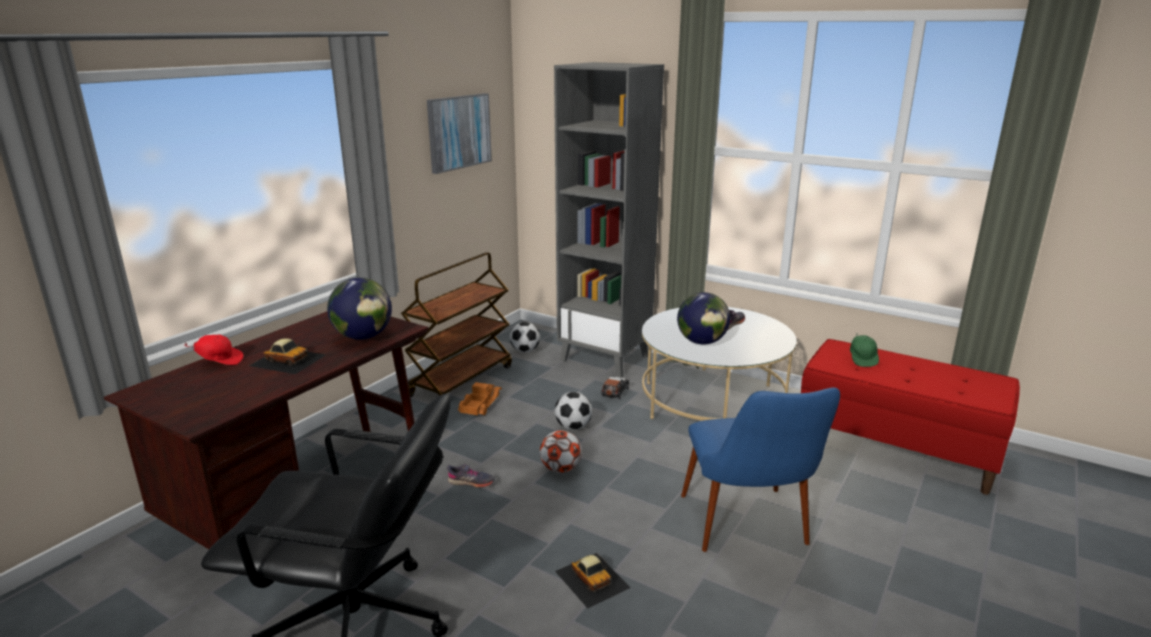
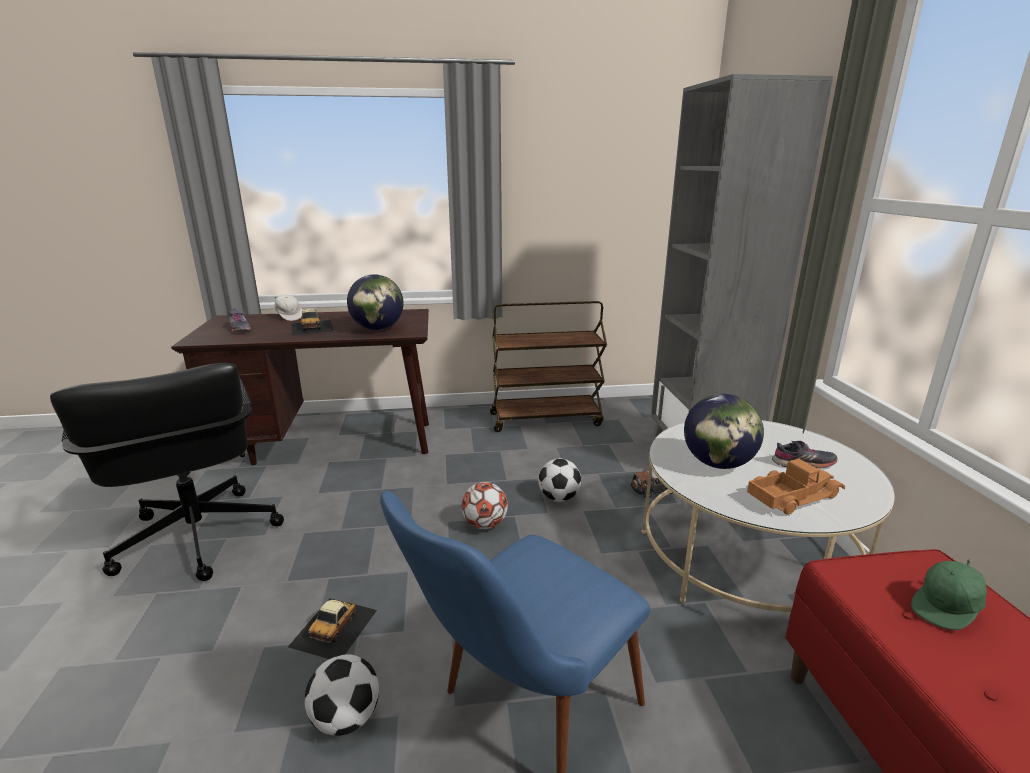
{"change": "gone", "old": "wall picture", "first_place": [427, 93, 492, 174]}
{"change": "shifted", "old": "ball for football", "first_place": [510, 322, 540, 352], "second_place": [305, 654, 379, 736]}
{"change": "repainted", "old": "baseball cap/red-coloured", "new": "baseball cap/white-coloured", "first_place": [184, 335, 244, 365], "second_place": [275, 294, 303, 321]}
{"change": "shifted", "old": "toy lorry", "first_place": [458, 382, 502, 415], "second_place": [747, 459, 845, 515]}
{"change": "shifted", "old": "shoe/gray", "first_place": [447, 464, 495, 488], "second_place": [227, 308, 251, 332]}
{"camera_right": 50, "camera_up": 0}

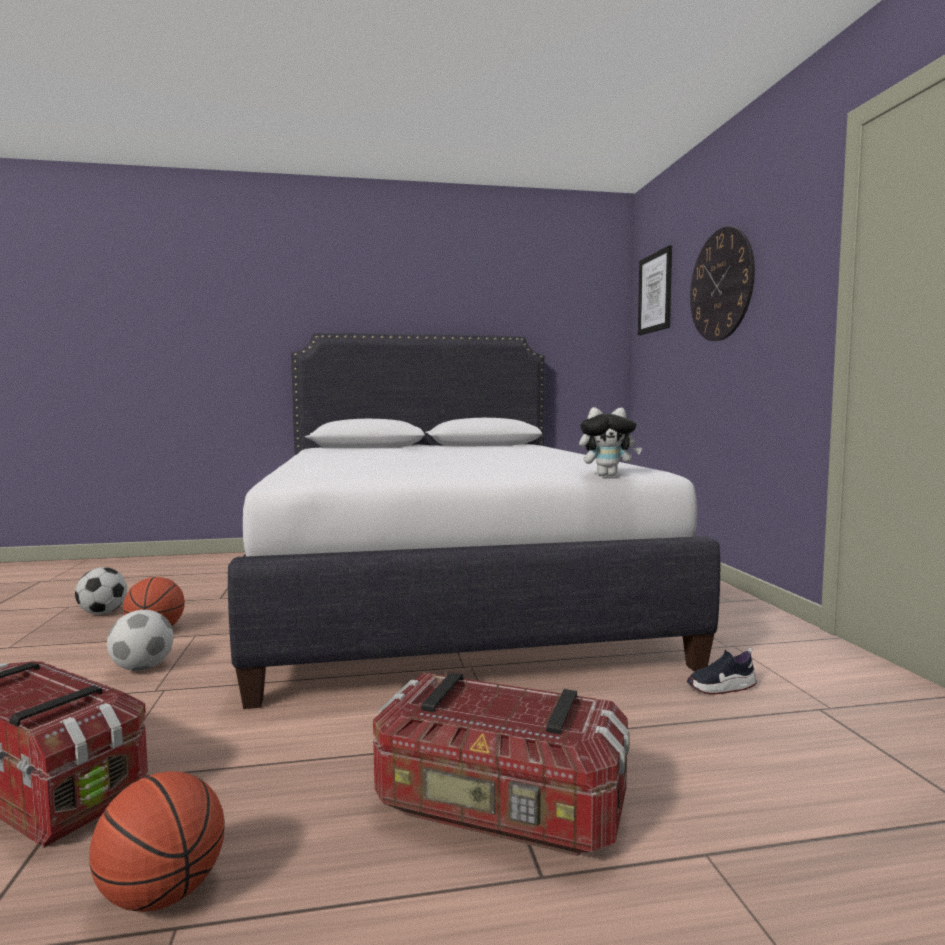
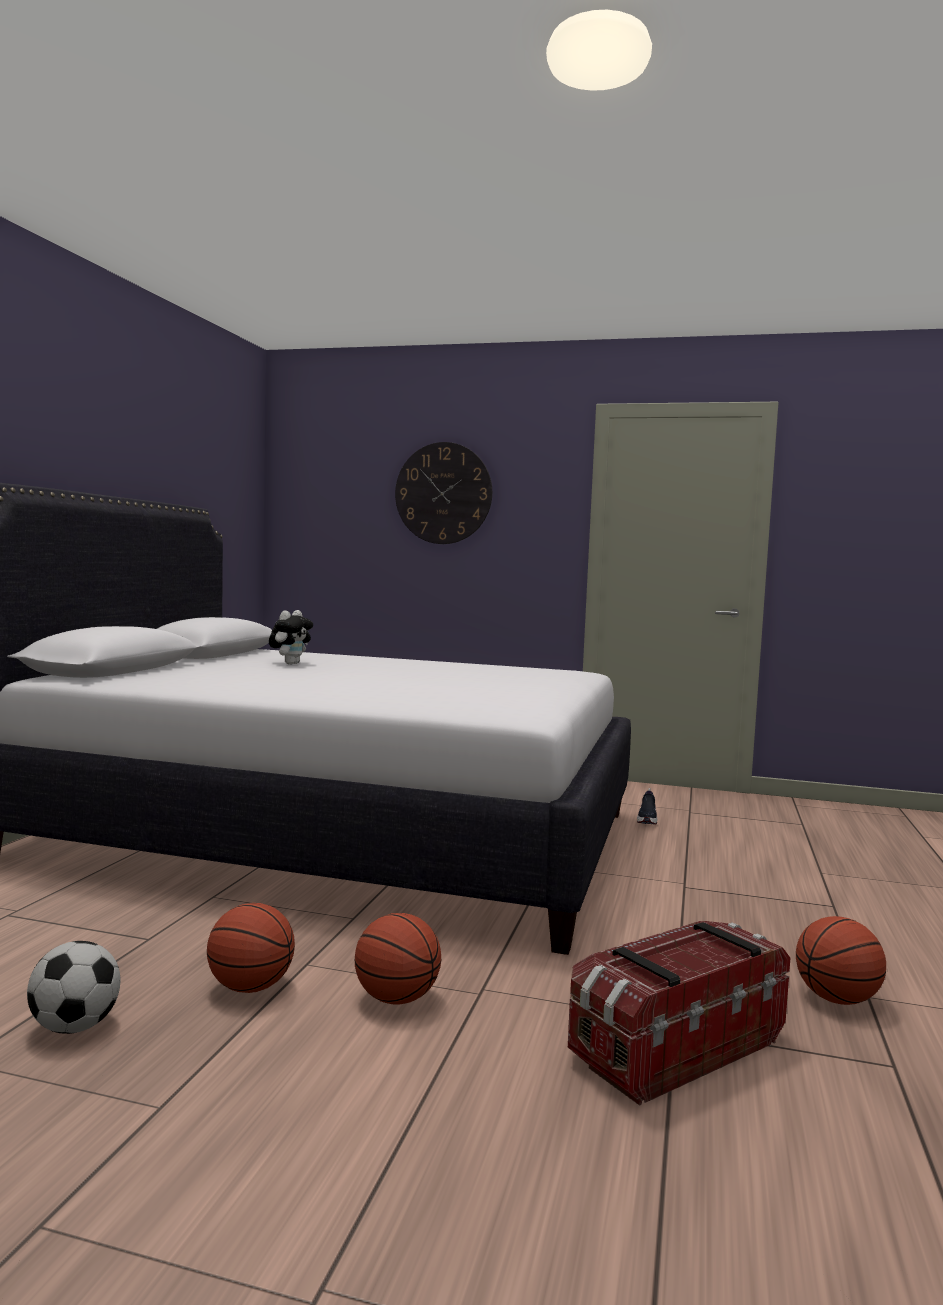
{"change": "gone", "old": "wall picture", "first_place": [638, 245, 672, 335]}
{"change": "shifted", "old": "soft toy", "first_place": [579, 407, 642, 476], "second_place": [269, 610, 313, 665]}
{"change": "swapped", "old": "ball for football", "new": "basketball", "first_place": [107, 610, 174, 671], "second_place": [355, 913, 441, 1005]}
{"change": "gone", "old": "storage container", "first_place": [373, 672, 630, 856]}
{"camera_right": -65, "camera_up": 0}

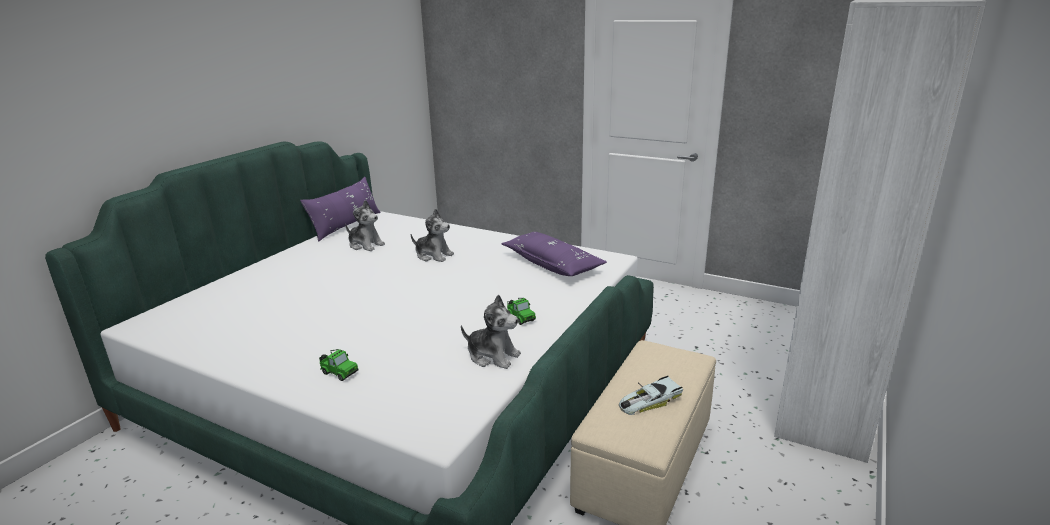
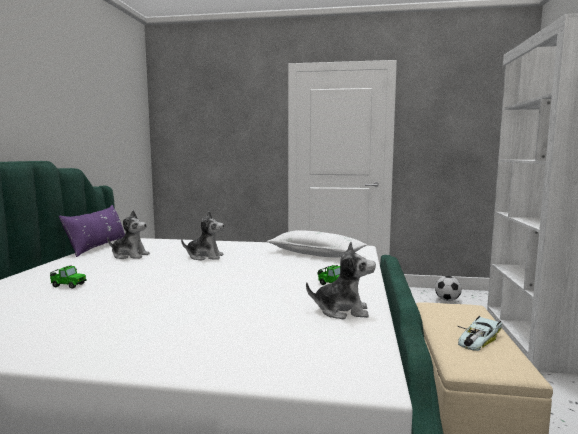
{"change": "repainted", "old": "cushion/purple-coloured", "new": "cushion/white-coloured", "first_place": [501, 232, 607, 276], "second_place": [267, 230, 367, 258]}
{"change": "shifted", "old": "model car", "first_place": [319, 349, 358, 381], "second_place": [50, 265, 86, 289]}
{"change": "new", "new": "ball for football", "second_place": [435, 276, 462, 301]}
{"camera_right": -20, "camera_up": -15}

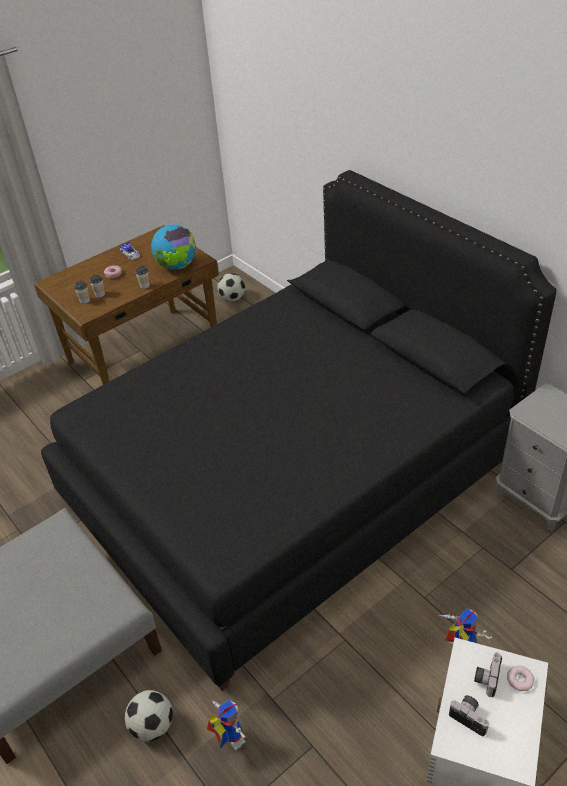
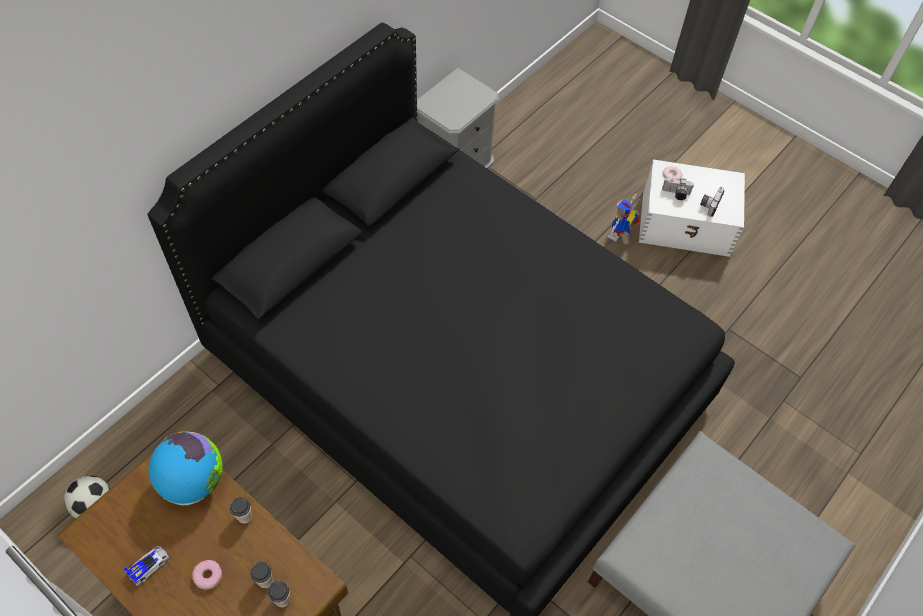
{"change": "gone", "old": "ball for football", "first_place": [125, 690, 173, 742]}
{"change": "gone", "old": "model robot", "first_place": [207, 700, 246, 751]}
{"camera_right": -105, "camera_up": 15}

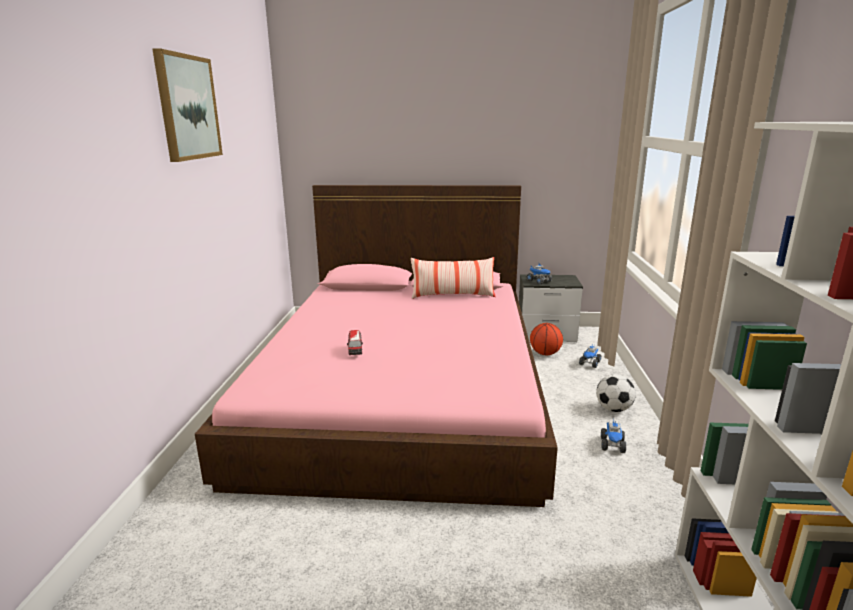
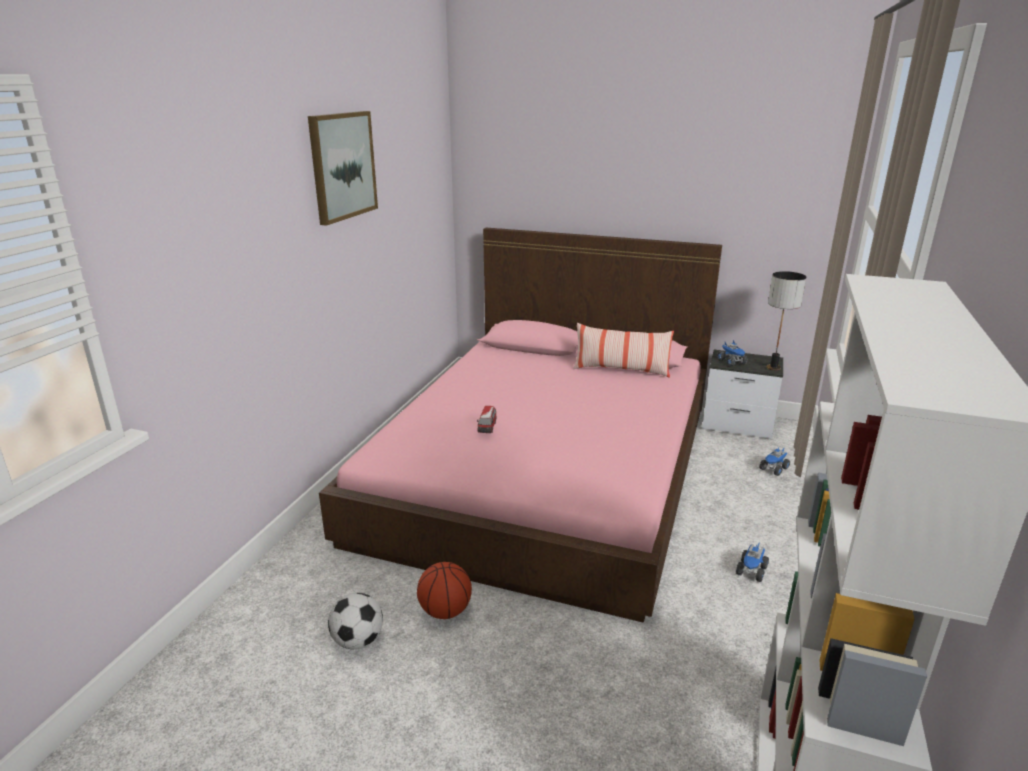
{"change": "shifted", "old": "basketball", "first_place": [530, 323, 563, 355], "second_place": [417, 562, 472, 619]}
{"change": "shifted", "old": "ball for football", "first_place": [596, 374, 636, 412], "second_place": [328, 593, 383, 649]}
{"change": "new", "new": "table lamp", "second_place": [766, 271, 807, 371]}
{"camera_right": 15, "camera_up": 5}

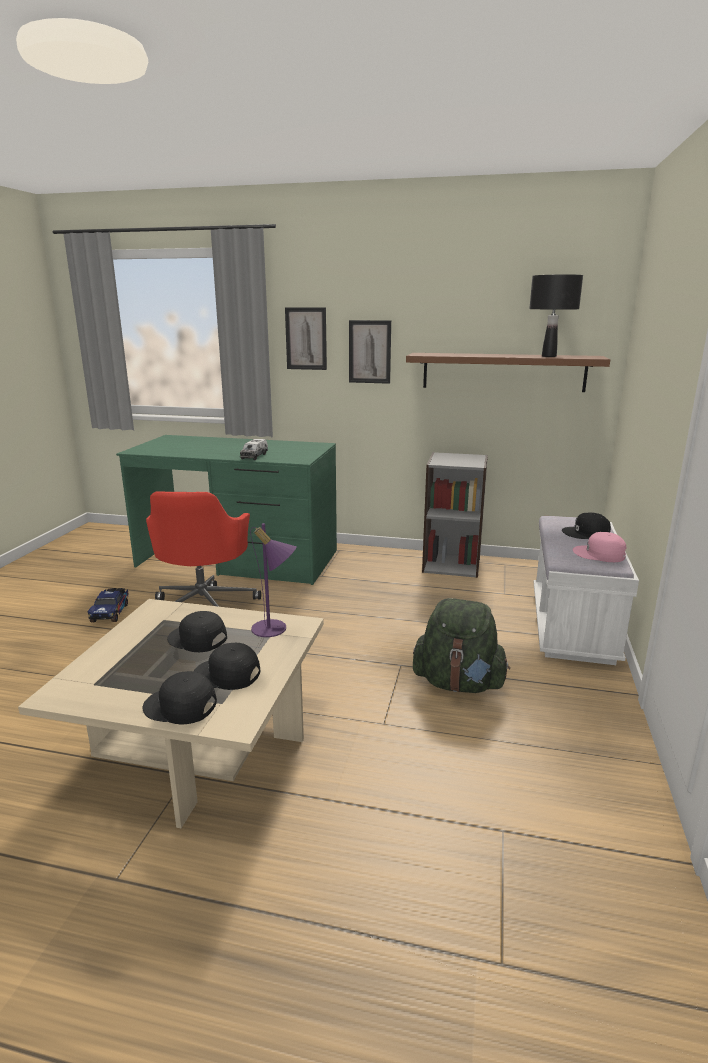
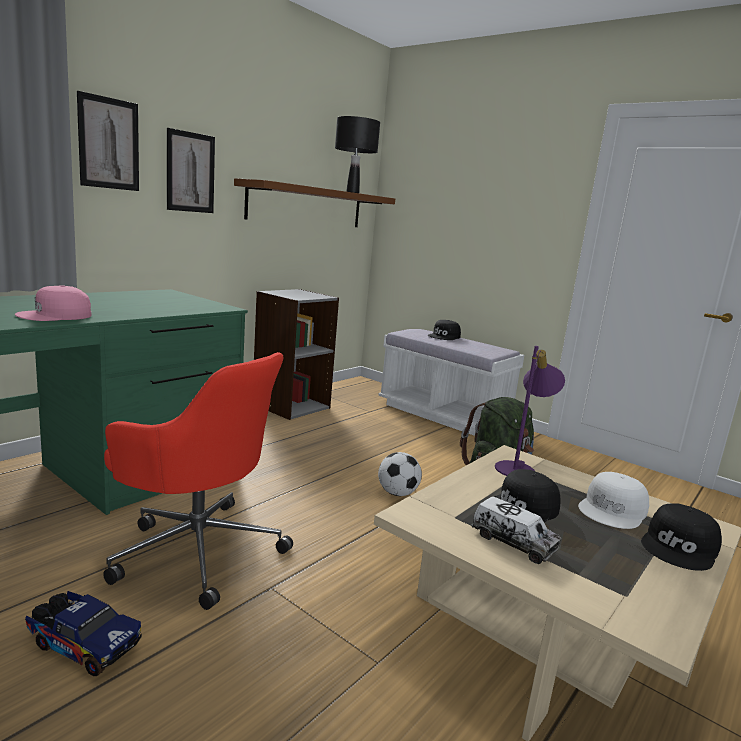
{"change": "shifted", "old": "toy lorry", "first_place": [240, 439, 268, 460], "second_place": [472, 496, 561, 564]}
{"change": "shifted", "old": "baseball cap/pinkish", "first_place": [573, 532, 626, 562], "second_place": [15, 285, 92, 321]}
{"change": "repainted", "old": "baseball cap/black", "new": "baseball cap/white-coloured", "first_place": [194, 643, 260, 690], "second_place": [578, 472, 649, 529]}
{"change": "new", "new": "ball for football", "second_place": [378, 452, 422, 496]}
{"camera_right": -65, "camera_up": -5}

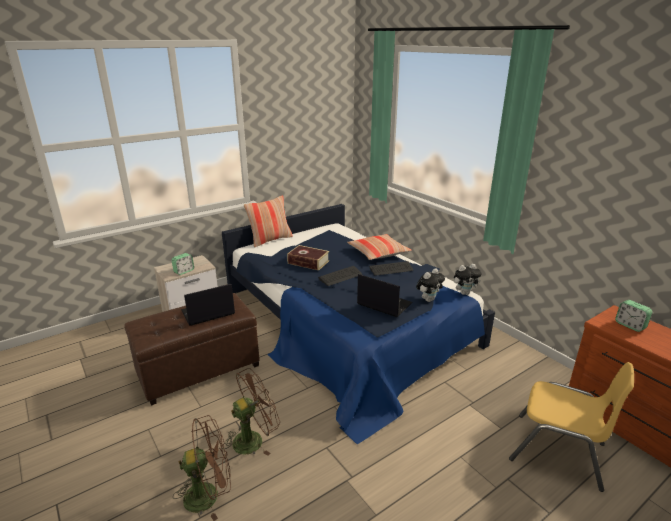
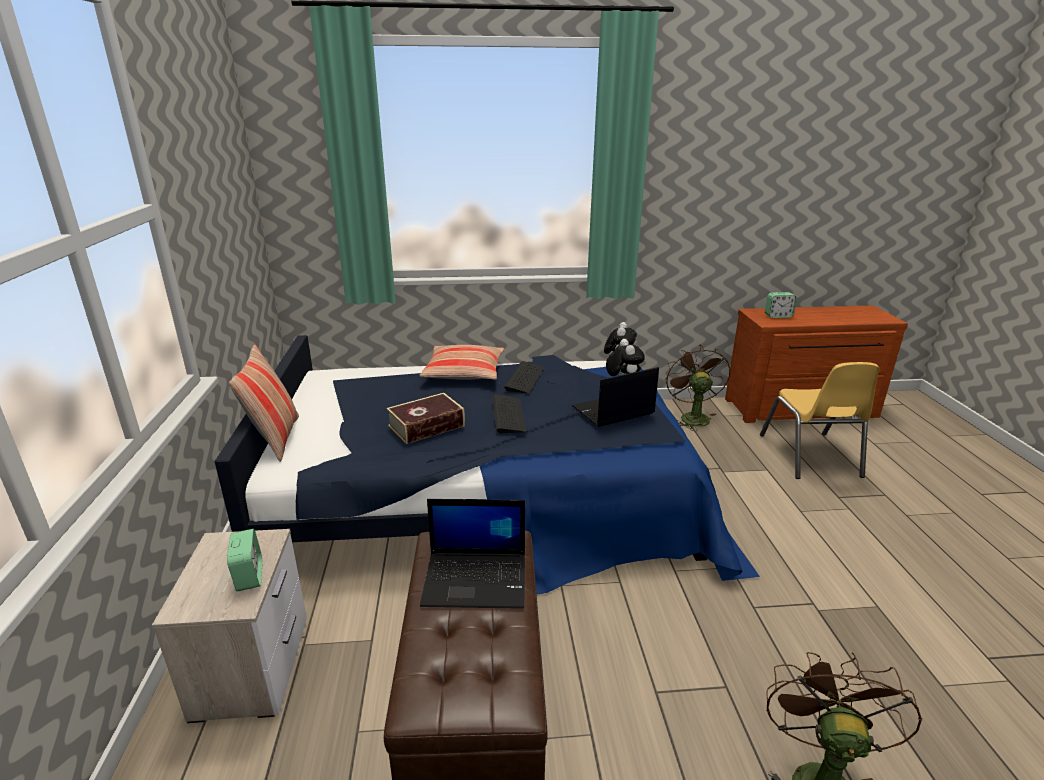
{"change": "rotated", "old": "laptop", "first_place": [181, 283, 235, 326], "second_place": [420, 499, 525, 609], "degrees": -90}
{"change": "rotated", "old": "plain chair/yellow", "first_place": [509, 362, 634, 492], "second_place": [760, 362, 880, 479], "degrees": 120}
{"change": "shifted", "old": "electric fan/brown", "first_place": [222, 368, 280, 456], "second_place": [665, 345, 731, 431]}
{"camera_right": -60, "camera_up": 0}

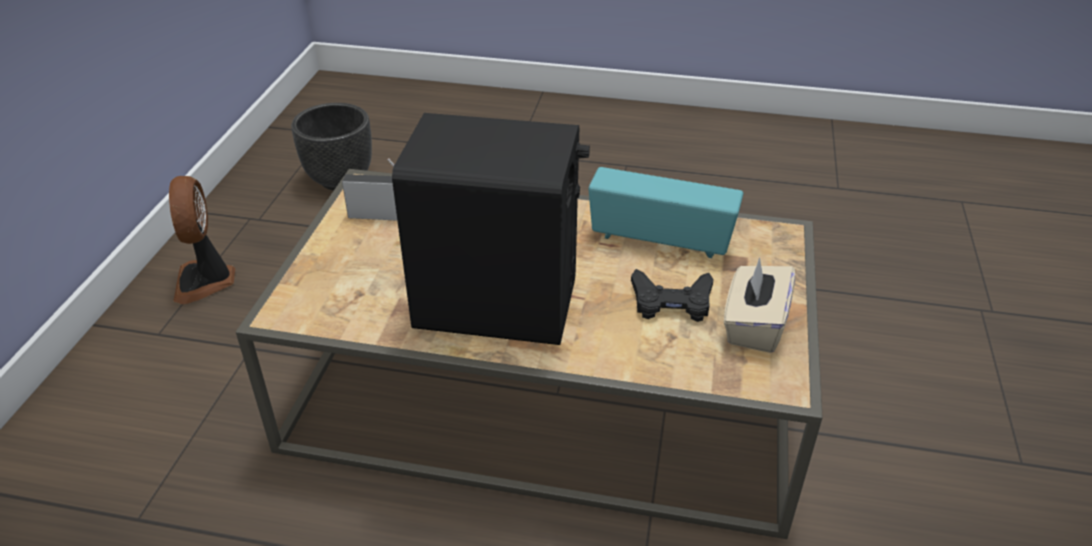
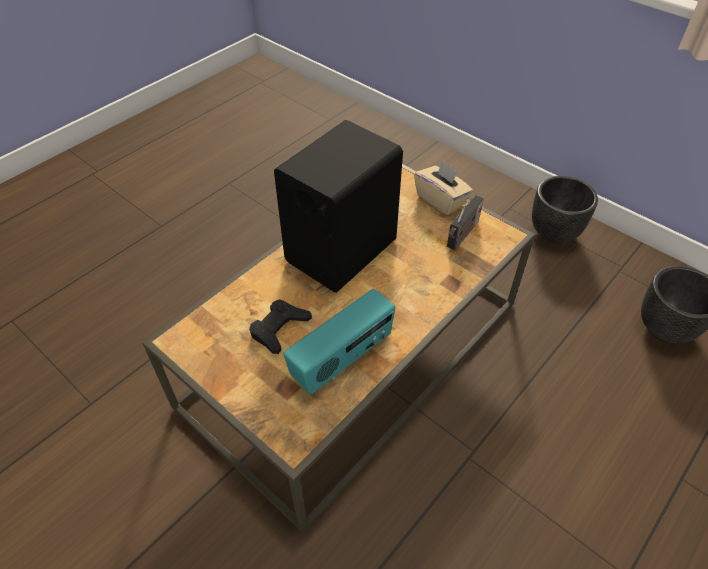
{"change": "swapped", "old": "electric fan", "new": "planter/black", "first_place": [169, 176, 235, 304], "second_place": [532, 176, 598, 244]}
{"change": "shifted", "old": "box of tissues/beige-coloured", "first_place": [724, 257, 795, 353], "second_place": [414, 161, 473, 215]}
{"camera_right": 120, "camera_up": 10}

